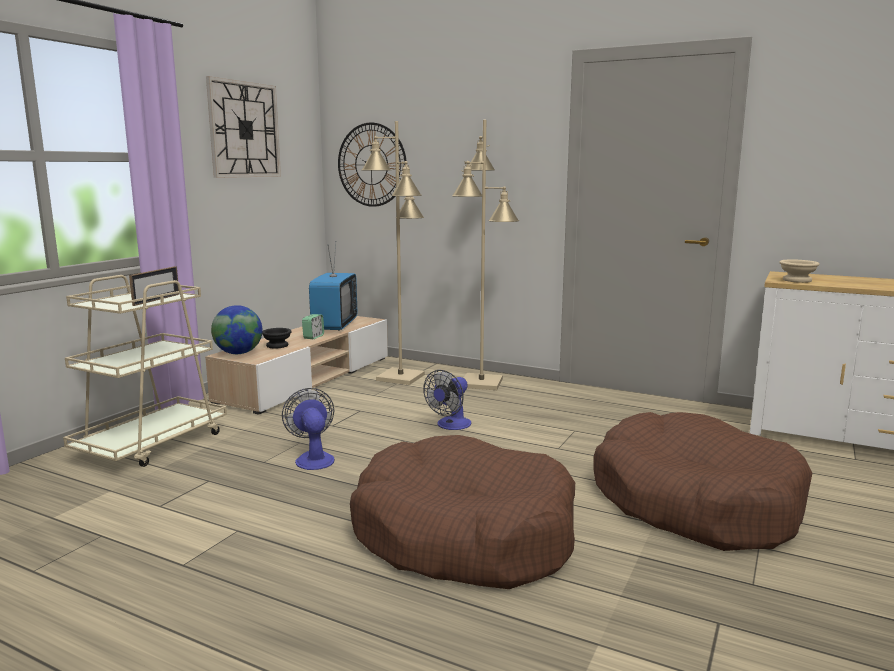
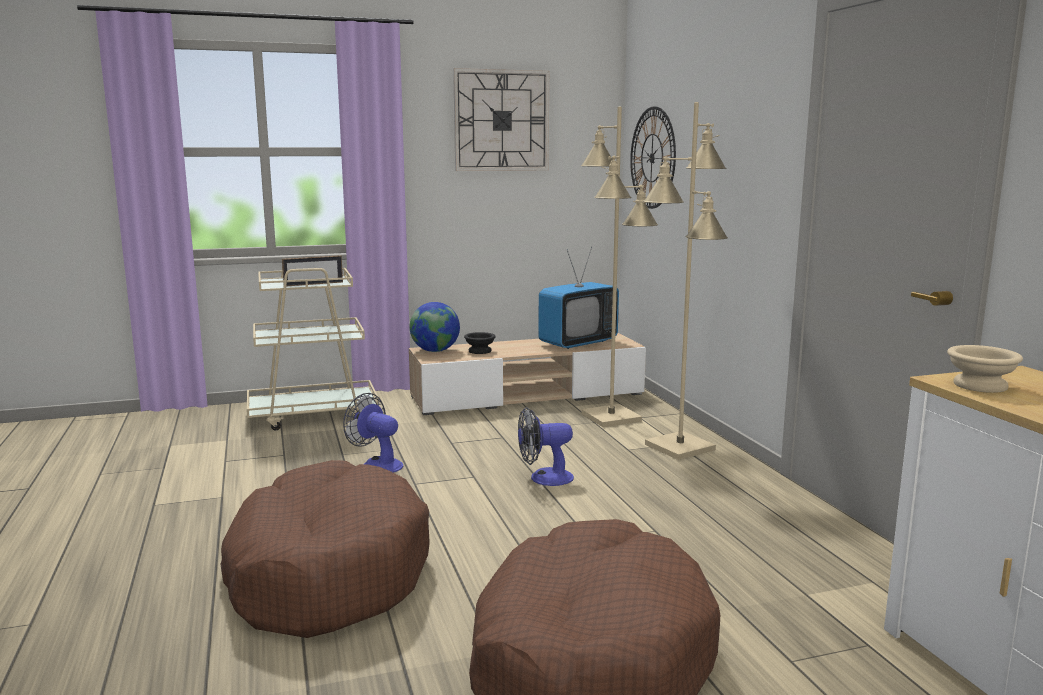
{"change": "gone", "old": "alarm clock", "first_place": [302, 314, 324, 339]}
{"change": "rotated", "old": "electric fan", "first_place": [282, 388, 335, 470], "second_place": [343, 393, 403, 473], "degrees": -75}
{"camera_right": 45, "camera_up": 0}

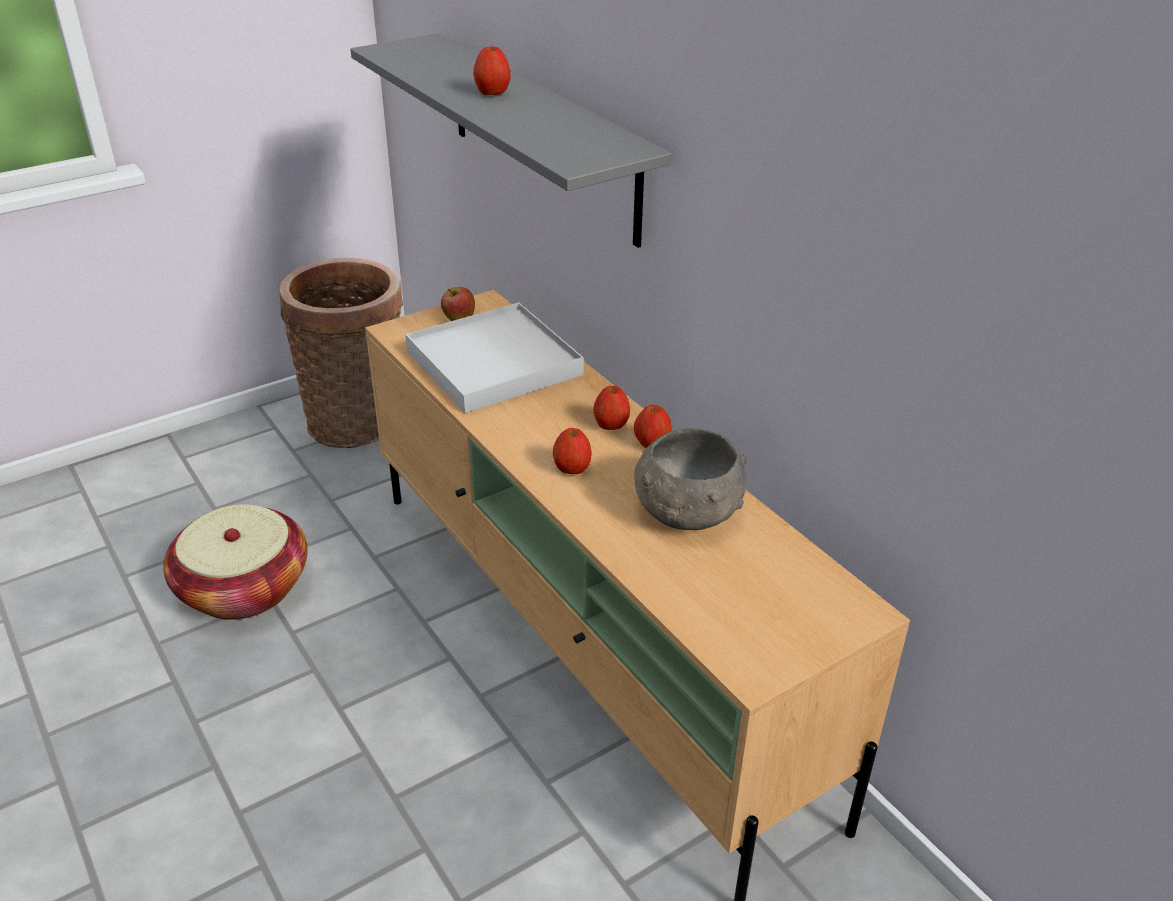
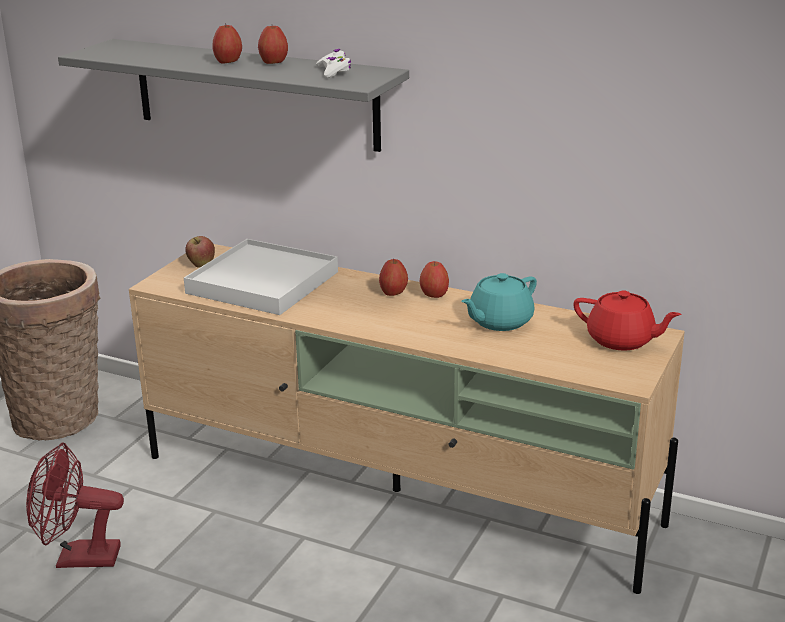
{"change": "shifted", "old": "apple fruit", "first_place": [553, 428, 592, 474], "second_place": [258, 26, 288, 64]}
{"change": "swapped", "old": "deep dish/gray", "new": "tea pot/blue-green", "first_place": [634, 428, 747, 530], "second_place": [461, 273, 537, 331]}
{"change": "swapped", "old": "basket", "new": "electric fan/red-coloured", "first_place": [163, 504, 308, 620], "second_place": [26, 442, 124, 568]}
{"change": "new", "new": "game controller/white-coloured", "second_place": [316, 49, 351, 78]}
{"change": "new", "new": "tea pot/red-coloured", "second_place": [573, 290, 682, 351]}
{"camera_right": -30, "camera_up": -10}

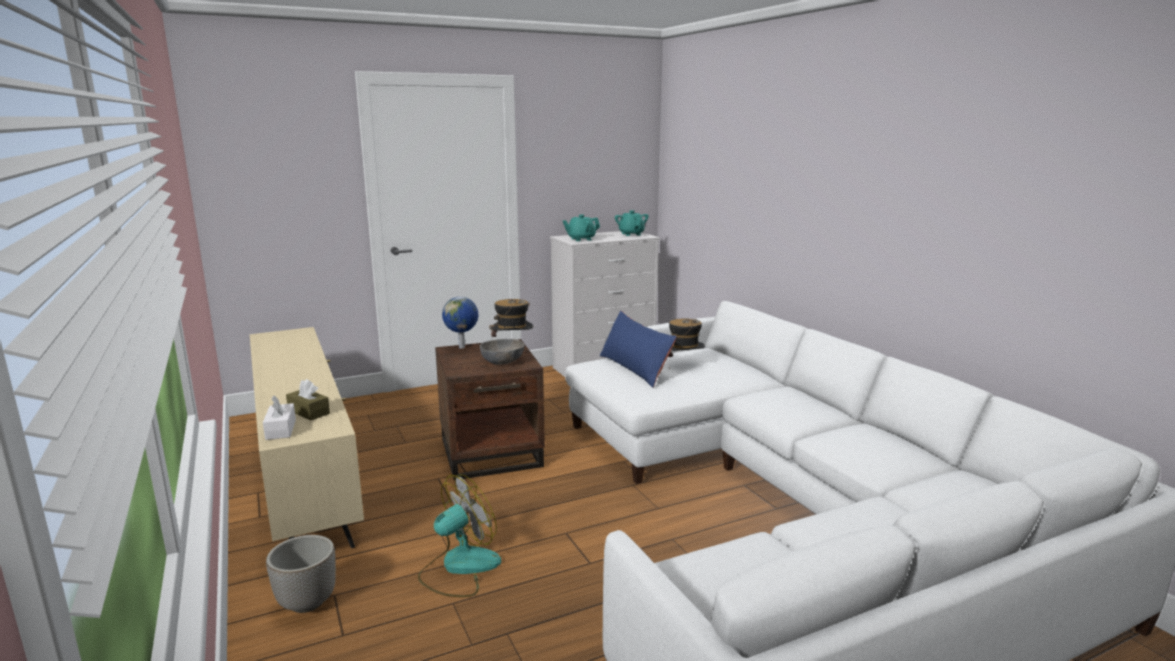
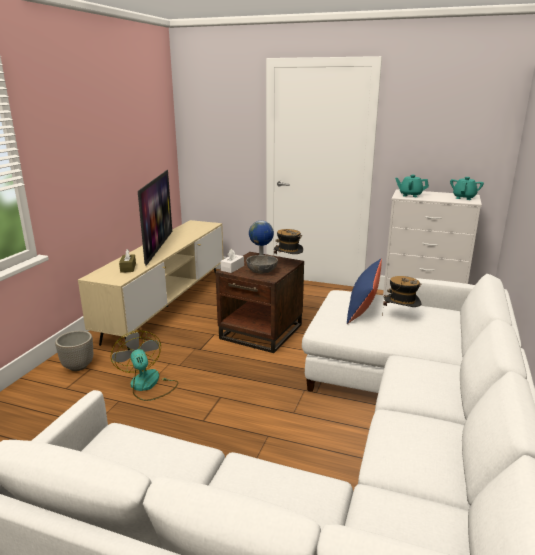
{"change": "shifted", "old": "box of tissues/white-coloured", "first_place": [263, 395, 296, 440], "second_place": [221, 249, 244, 273]}
{"change": "rotated", "old": "electric fan", "first_place": [418, 474, 501, 597], "second_place": [110, 330, 179, 401], "degrees": -120}
{"change": "new", "new": "TV", "second_place": [138, 170, 172, 266]}
{"camera_right": 45, "camera_up": 5}

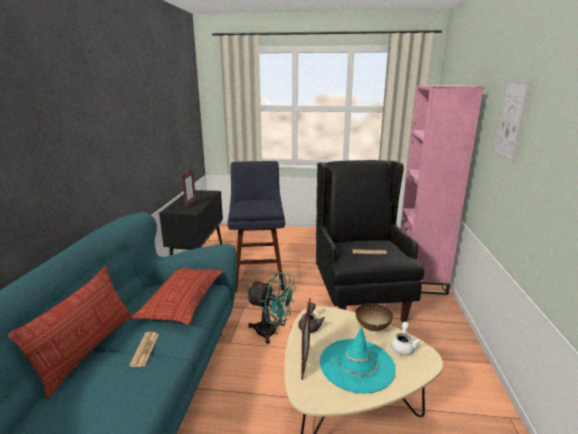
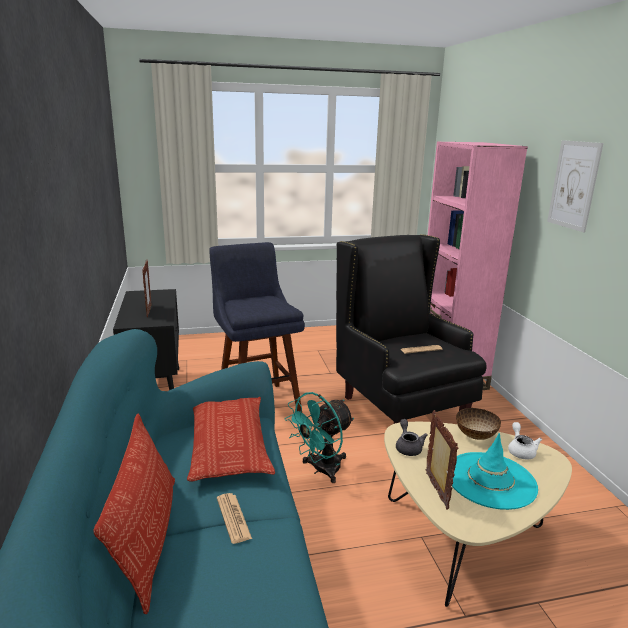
{"change": "rotated", "old": "electric fan/blue-green", "first_place": [246, 272, 296, 344], "second_place": [284, 392, 354, 483], "degrees": 135}
{"camera_right": -20, "camera_up": 0}

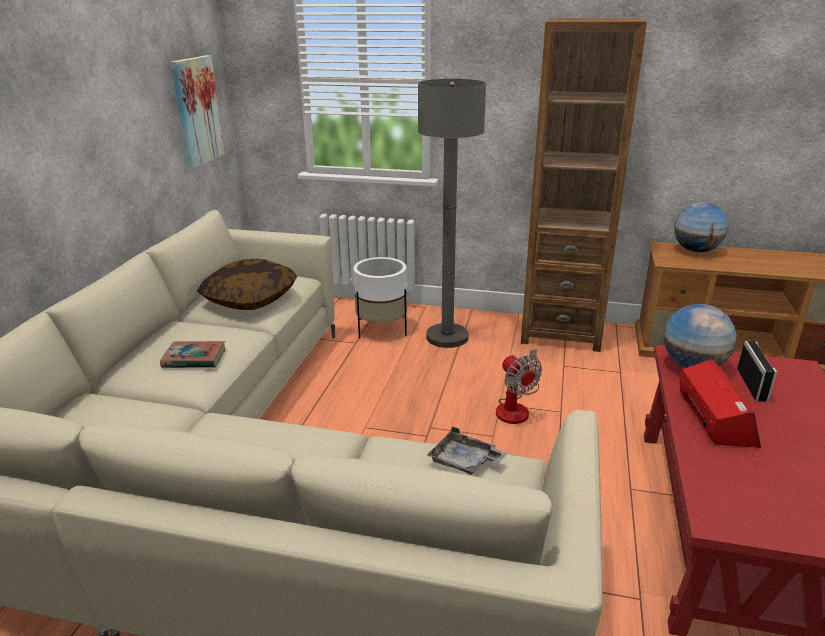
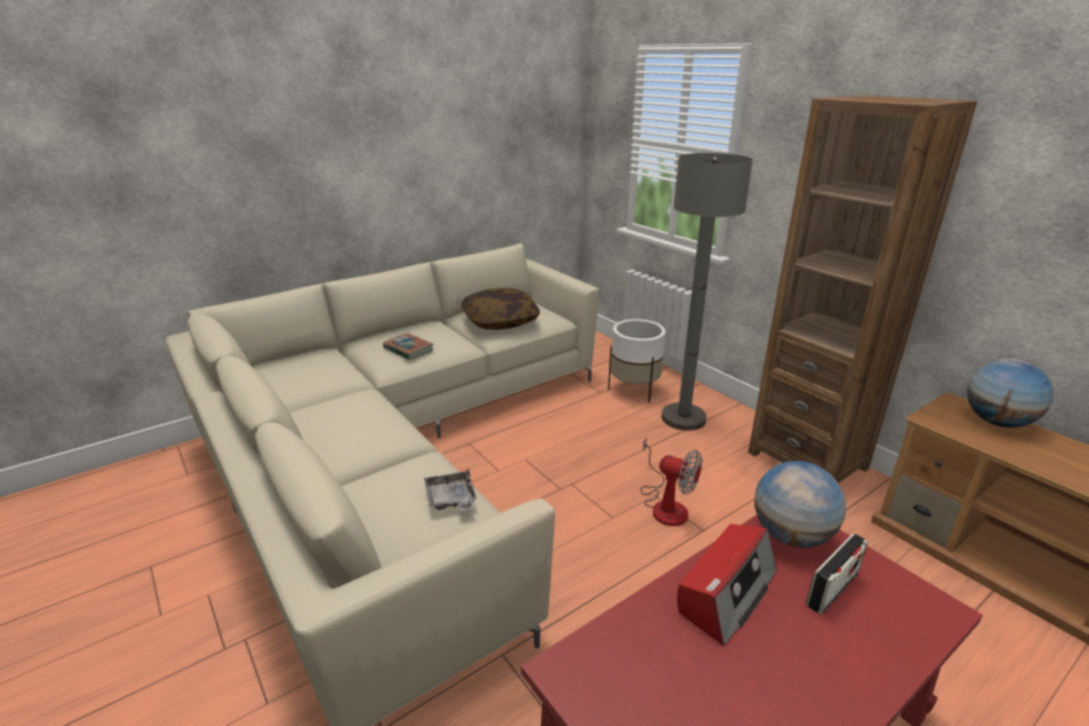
{"change": "gone", "old": "wall picture", "first_place": [170, 55, 225, 169]}
{"change": "rotated", "old": "electric fan", "first_place": [496, 349, 542, 424], "second_place": [640, 437, 702, 526], "degrees": -75}
{"camera_right": 40, "camera_up": 0}

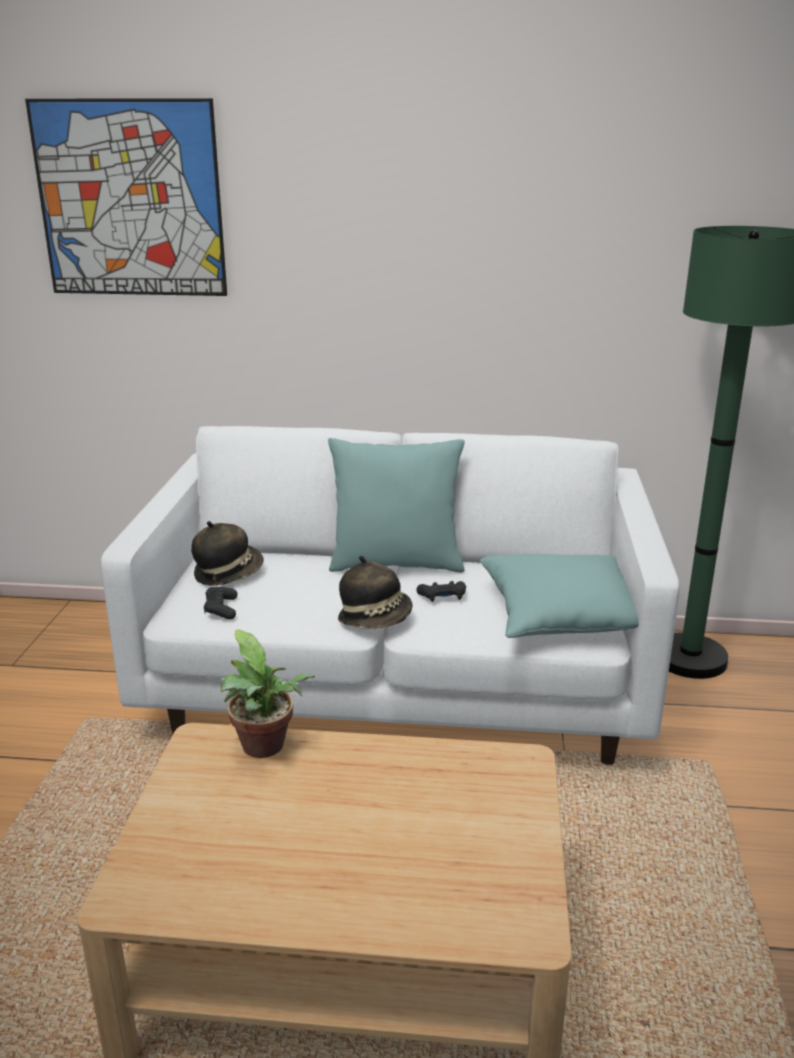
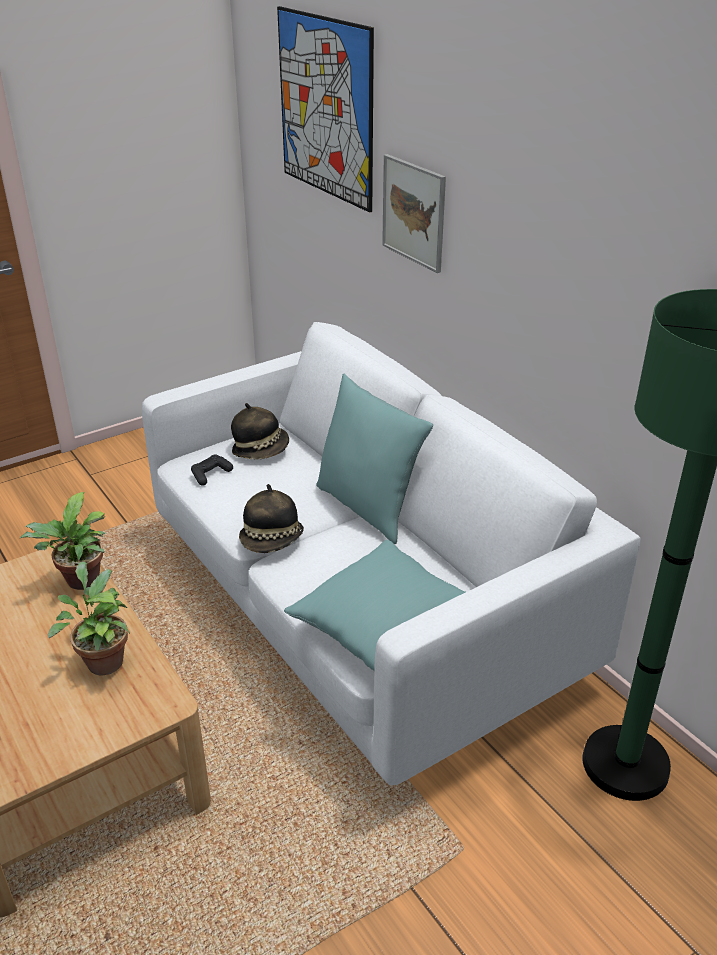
{"change": "gone", "old": "game controller/black", "first_place": [416, 581, 466, 602]}
{"change": "new", "new": "wall picture", "second_place": [382, 154, 446, 273]}
{"change": "new", "new": "potted plant", "second_place": [48, 562, 130, 676]}
{"camera_right": 50, "camera_up": 10}

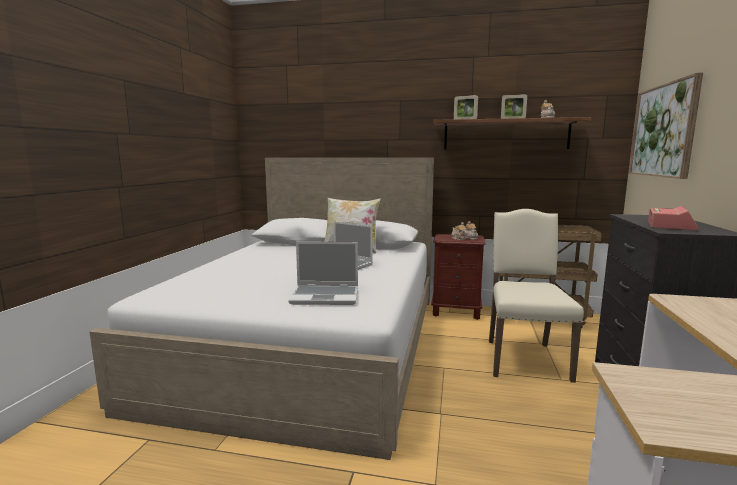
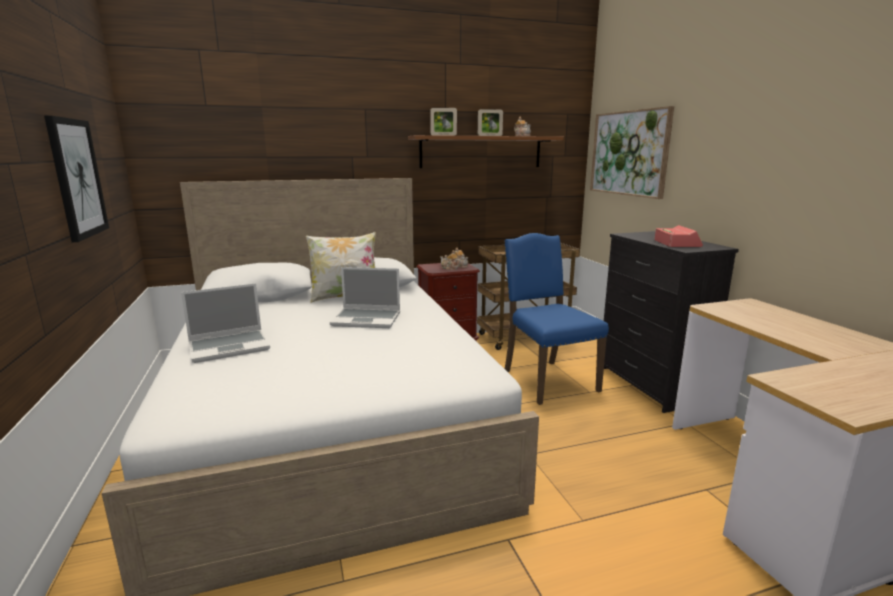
{"change": "repainted", "old": "plain chair/beige-coloured", "new": "plain chair/blue-coloured", "first_place": [489, 209, 584, 383], "second_place": [504, 233, 609, 405]}
{"change": "shifted", "old": "laptop", "first_place": [288, 242, 358, 305], "second_place": [181, 283, 270, 363]}
{"change": "new", "new": "wall picture", "second_place": [44, 116, 109, 242]}
{"camera_right": -30, "camera_up": 5}

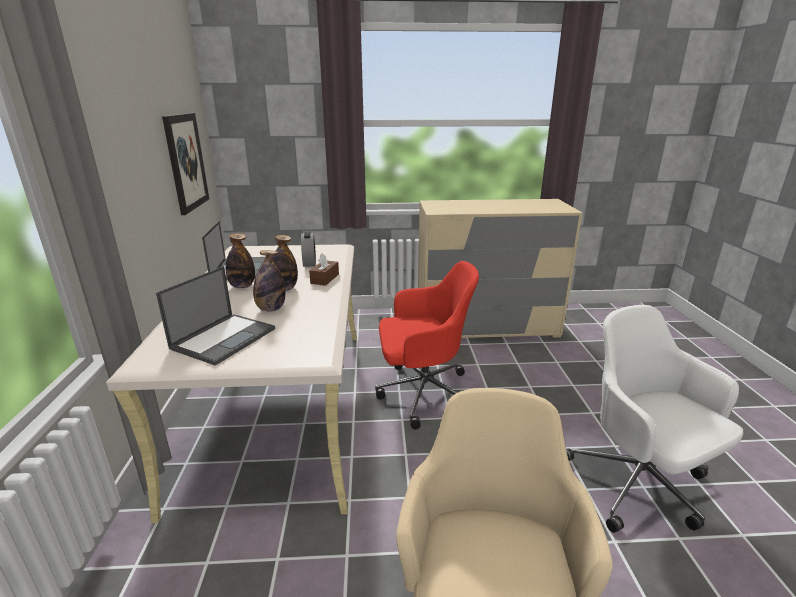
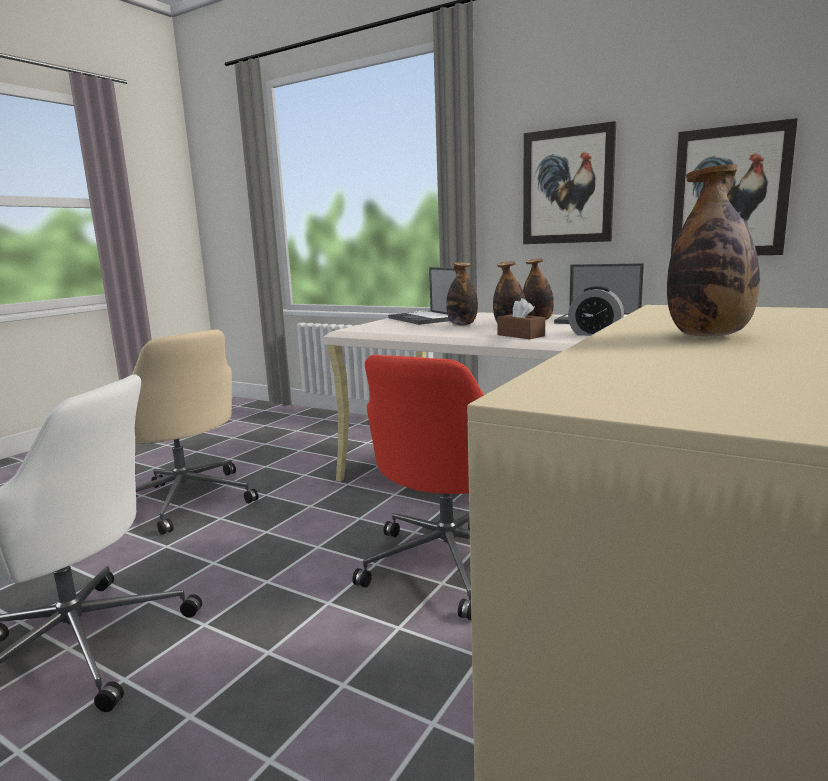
{"change": "new", "new": "wall picture", "second_place": [523, 121, 616, 244]}
{"change": "new", "new": "bottle", "second_place": [667, 164, 760, 336]}
{"camera_right": 125, "camera_up": -10}

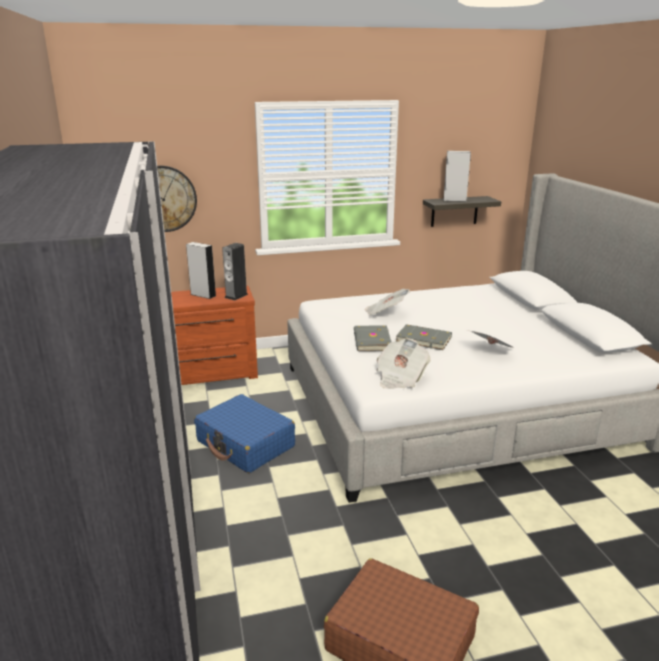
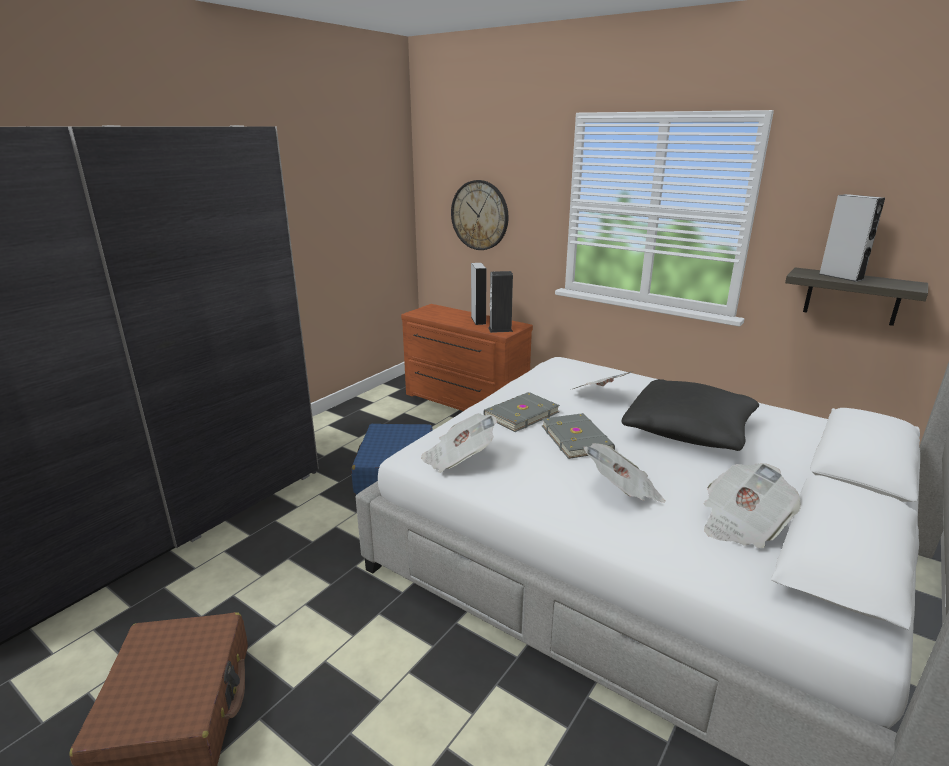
{"change": "new", "new": "cushion/black", "second_place": [622, 379, 759, 451]}
{"change": "new", "new": "daily paper", "second_place": [704, 463, 801, 548]}
{"camera_right": 50, "camera_up": 0}

